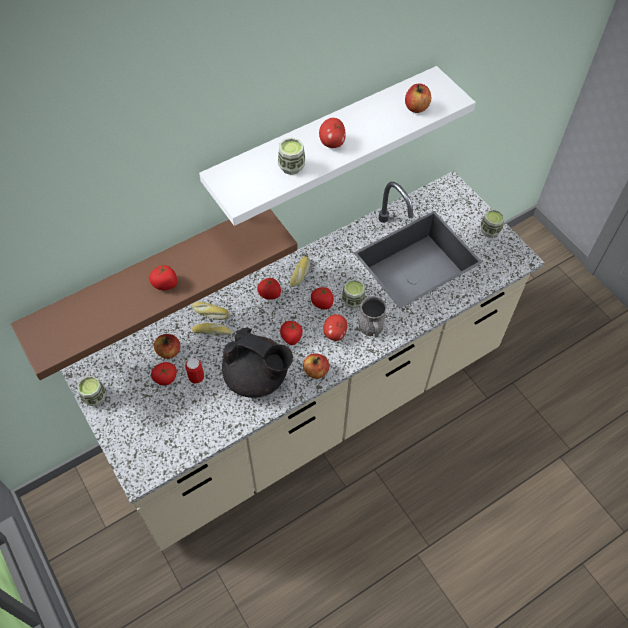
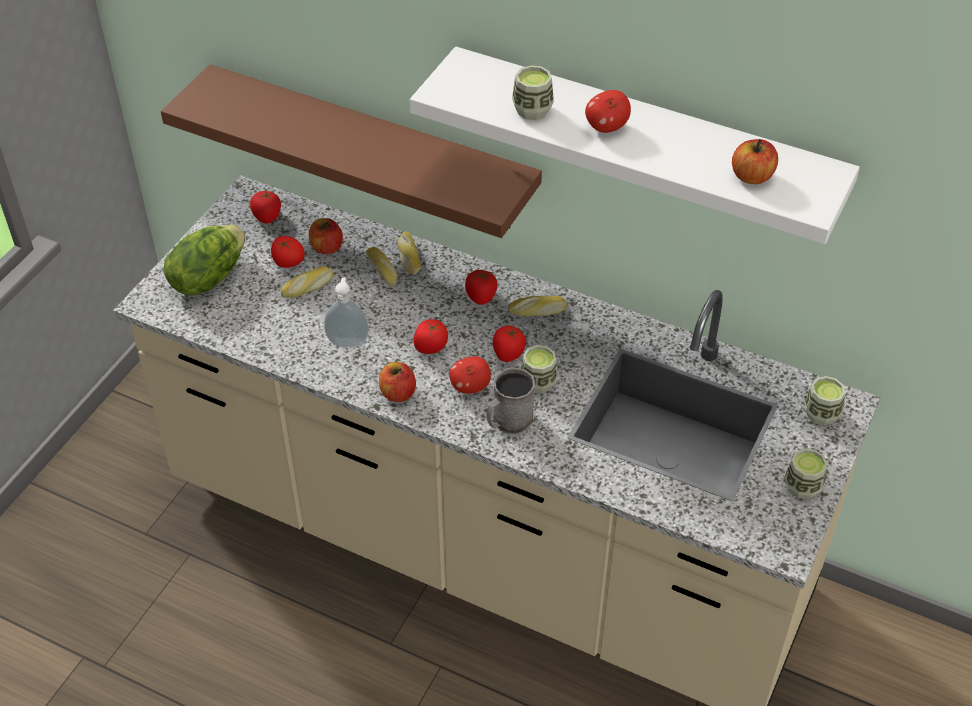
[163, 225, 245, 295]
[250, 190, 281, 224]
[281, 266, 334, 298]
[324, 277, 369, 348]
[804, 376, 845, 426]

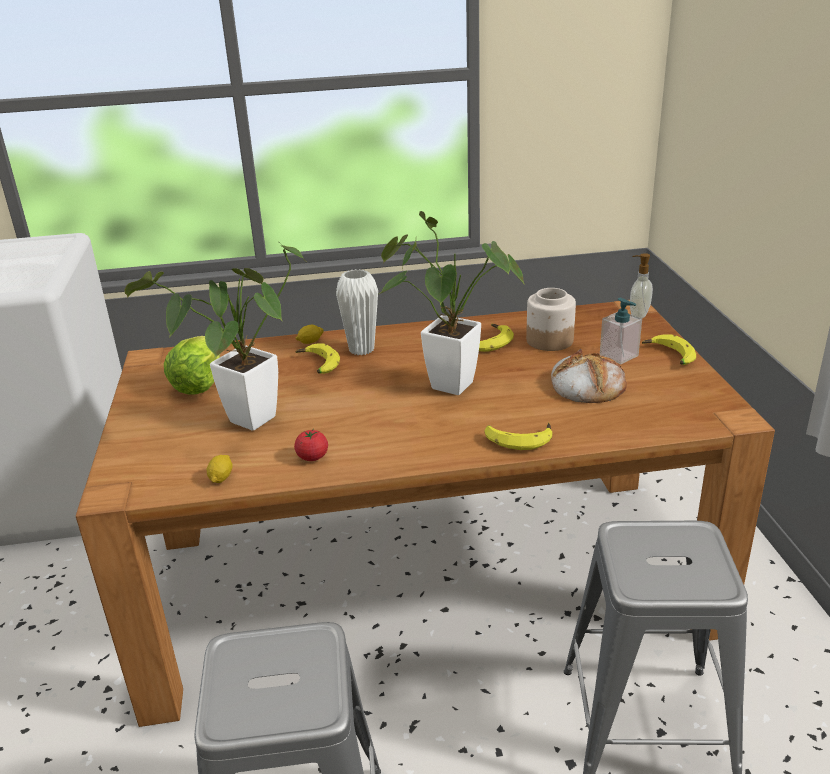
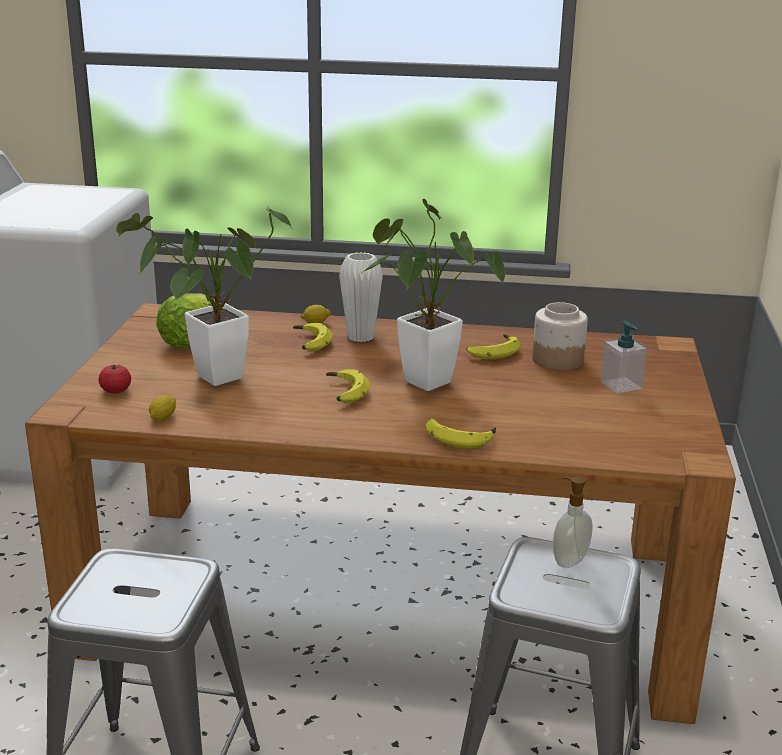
[98, 364, 131, 393]
[326, 369, 370, 403]
[553, 477, 593, 568]
[551, 349, 627, 403] (first image)

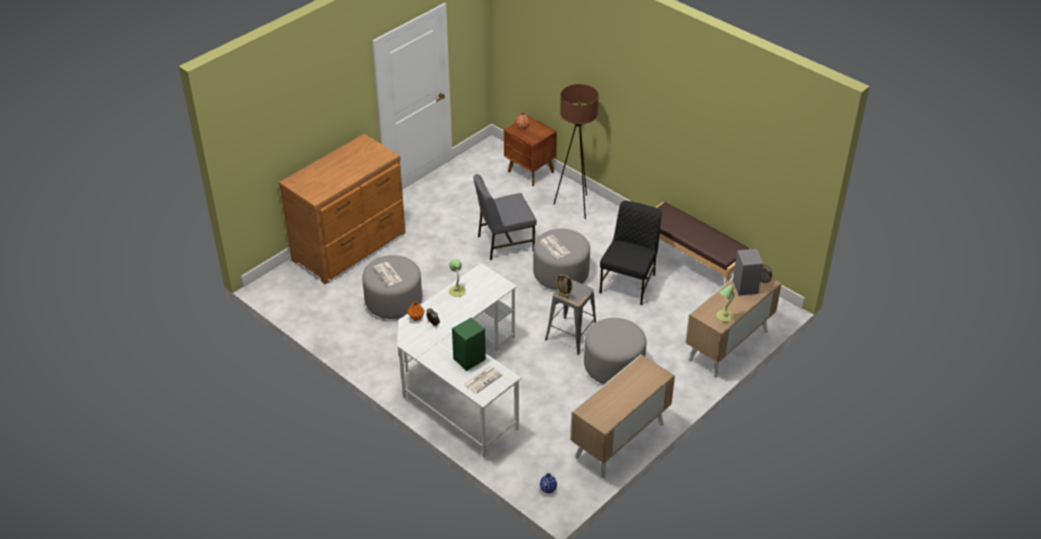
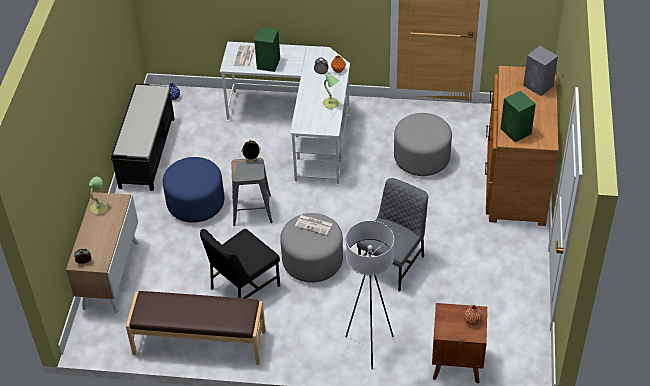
[111, 83, 175, 191]
[163, 157, 224, 223]
[200, 229, 280, 299]
[345, 221, 394, 369]
[501, 90, 536, 142]
[523, 46, 558, 96]
[374, 262, 403, 286] (first image)

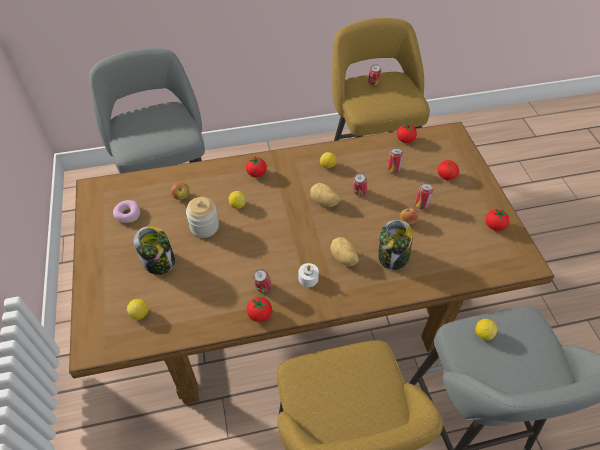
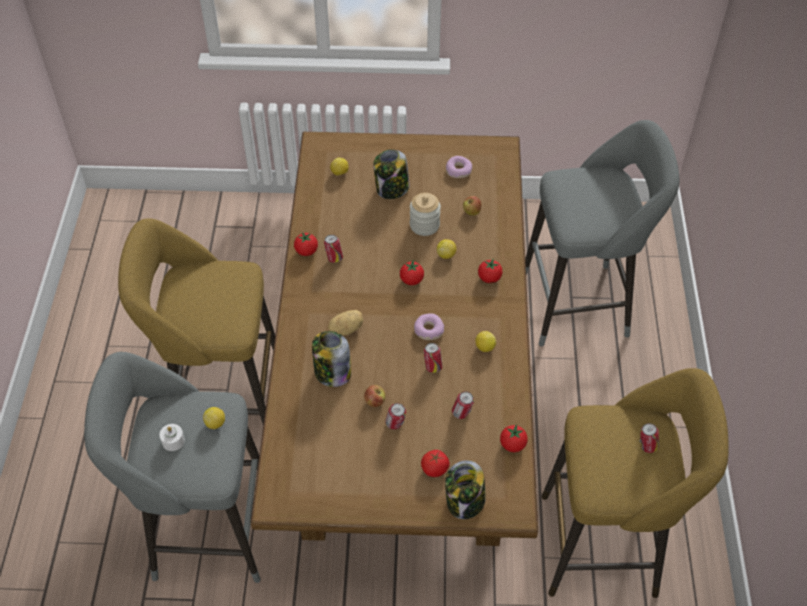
[159, 424, 185, 451]
[400, 260, 424, 285]
[414, 314, 444, 340]
[445, 460, 486, 519]

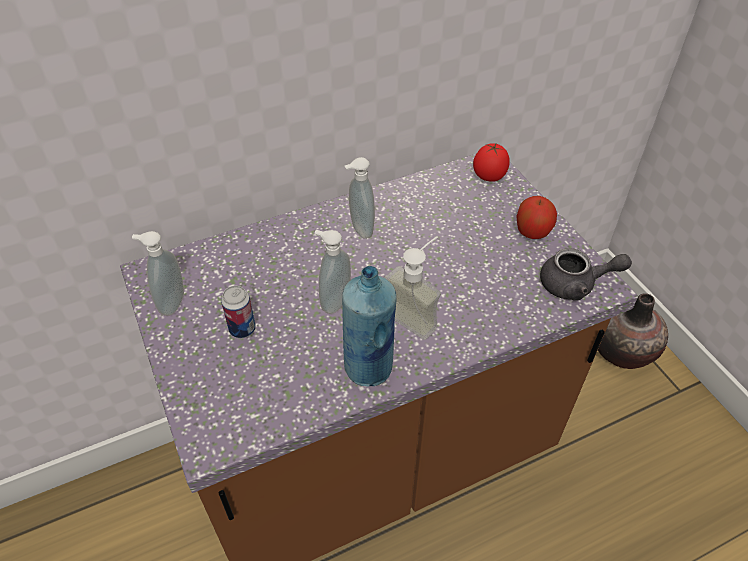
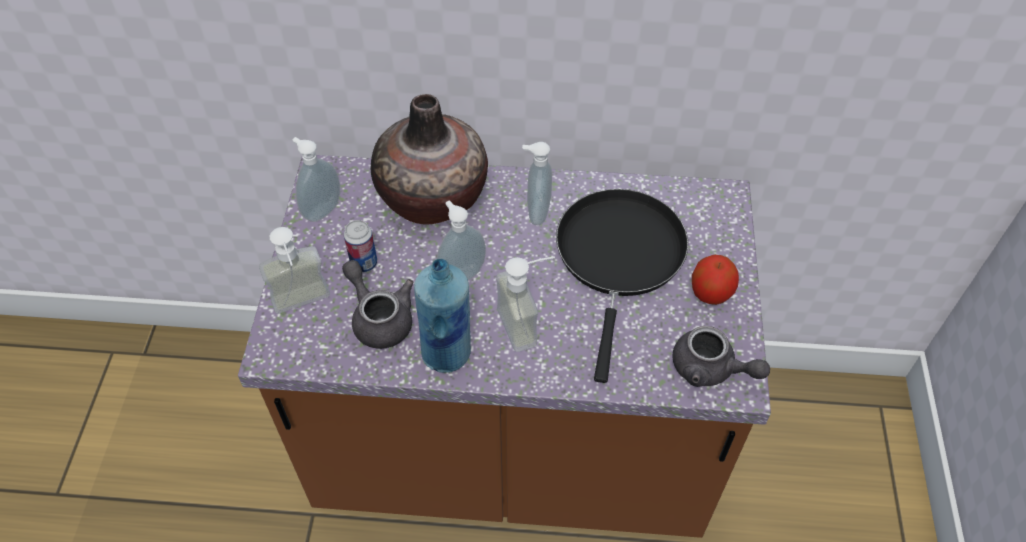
[259, 227, 330, 314]
[342, 260, 413, 349]
[371, 94, 488, 225]
[556, 189, 688, 383]
[473, 143, 510, 182] (first image)

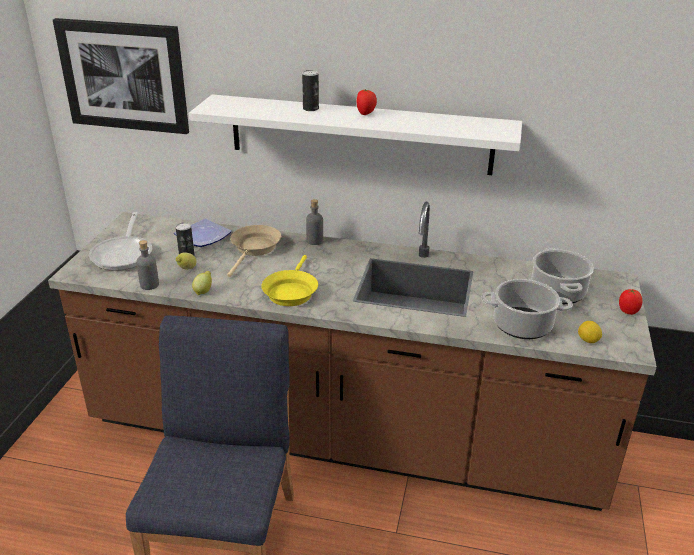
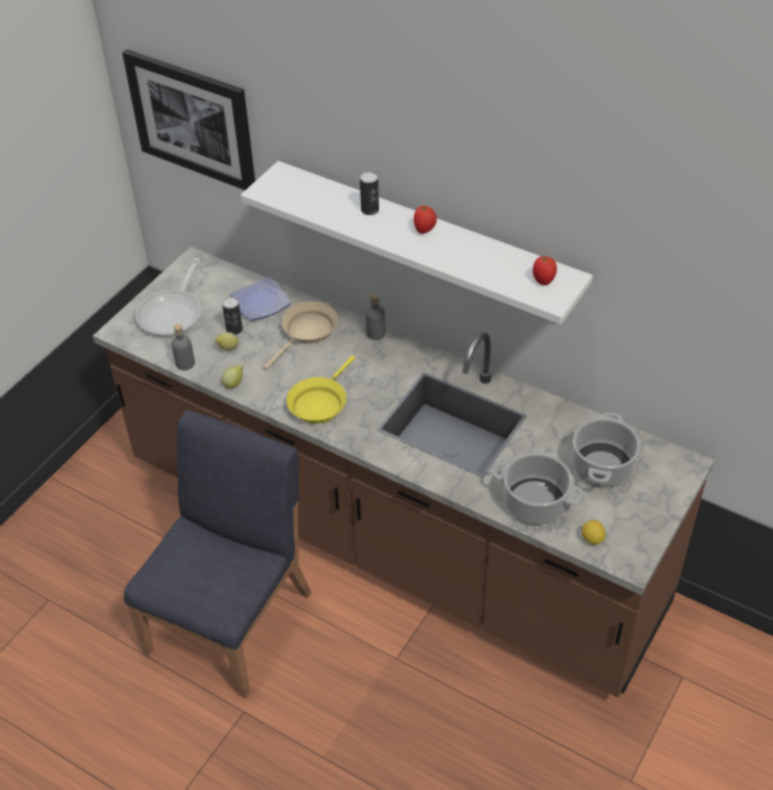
[533, 256, 557, 285]

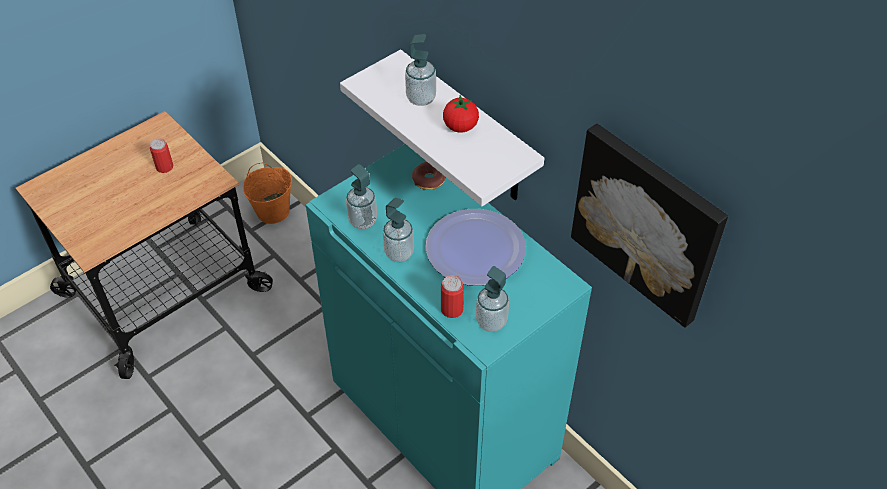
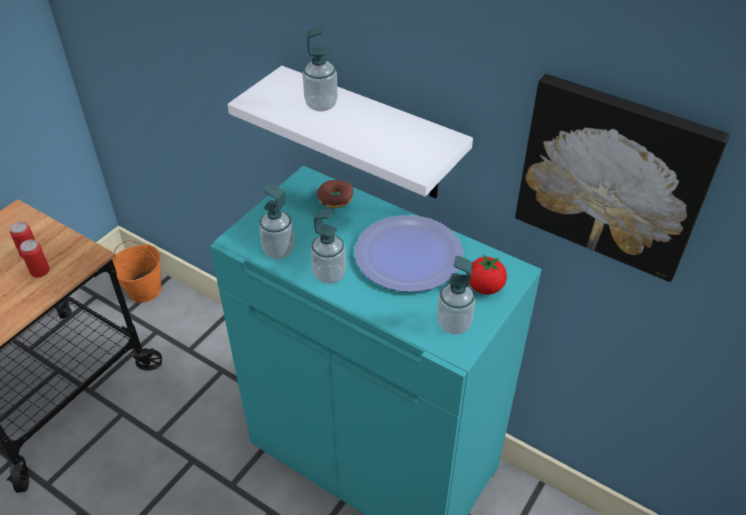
[20, 239, 50, 278]
[467, 254, 507, 294]

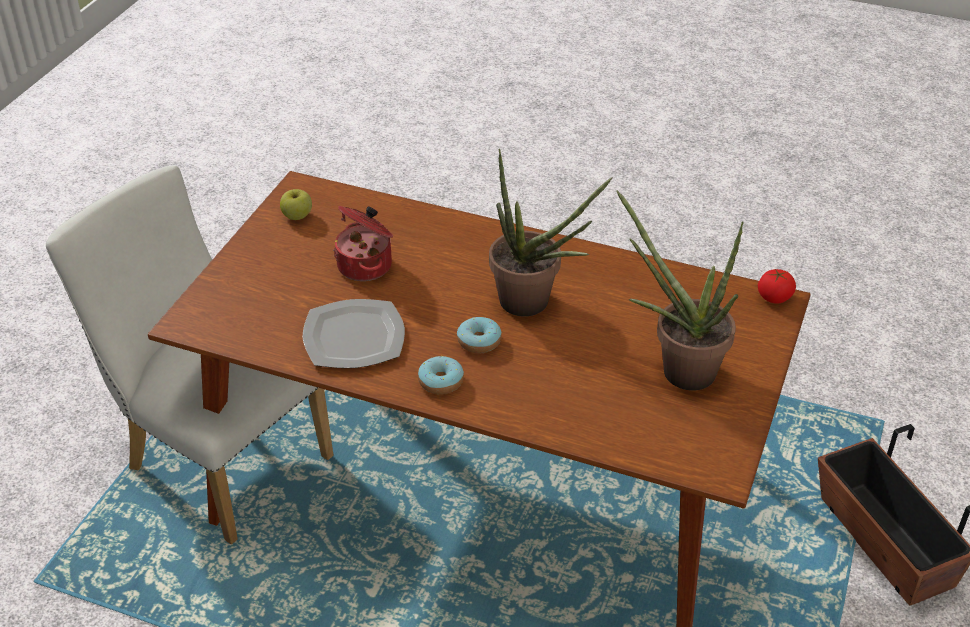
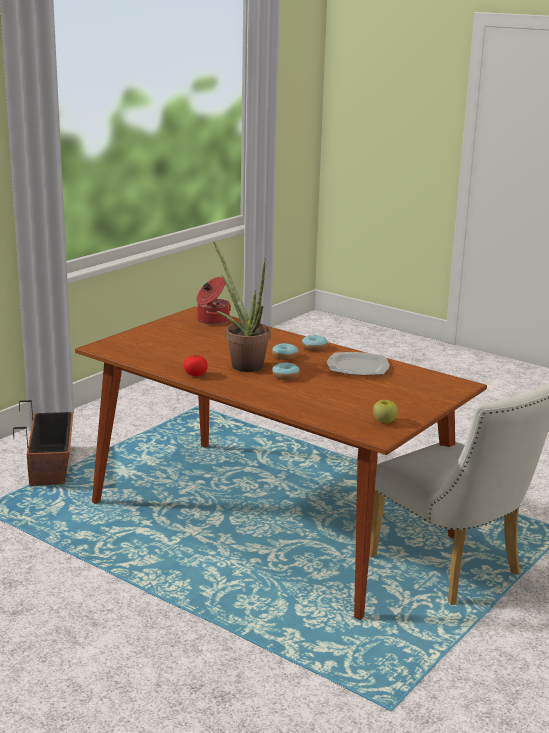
[184, 355, 208, 376]
[197, 277, 231, 325]
[272, 363, 300, 380]
[616, 190, 744, 391] (first image)

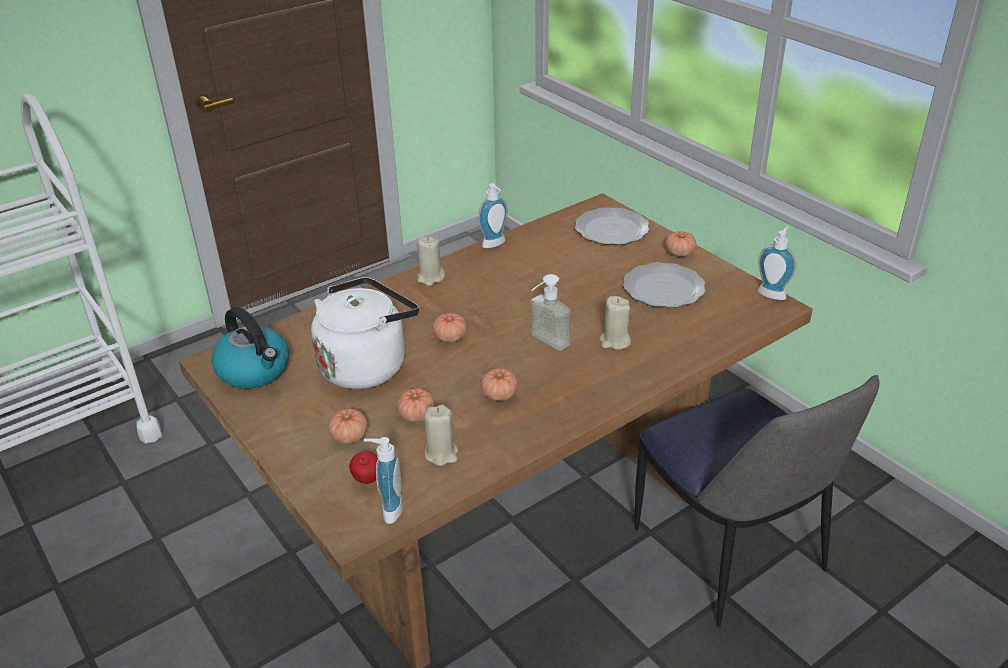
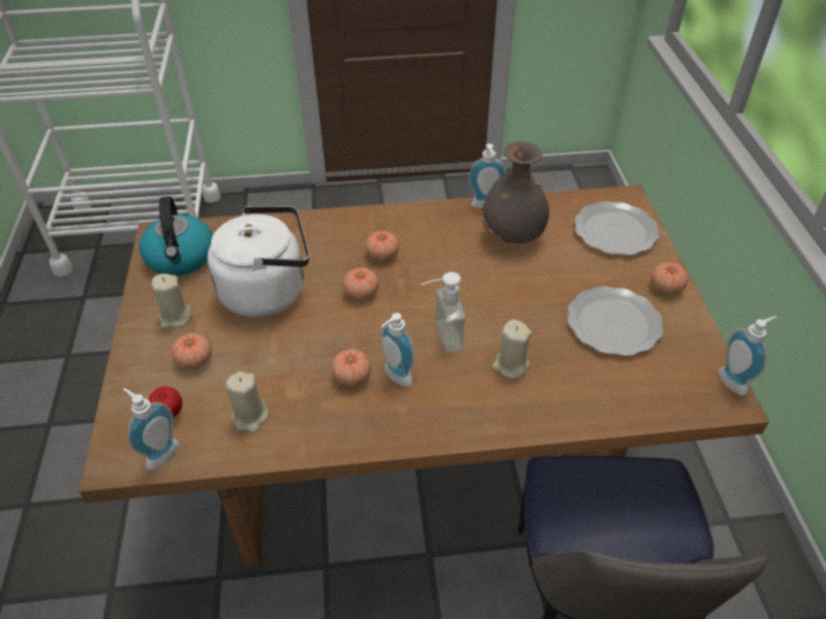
[151, 274, 193, 329]
[365, 231, 399, 261]
[381, 313, 415, 387]
[482, 141, 549, 245]

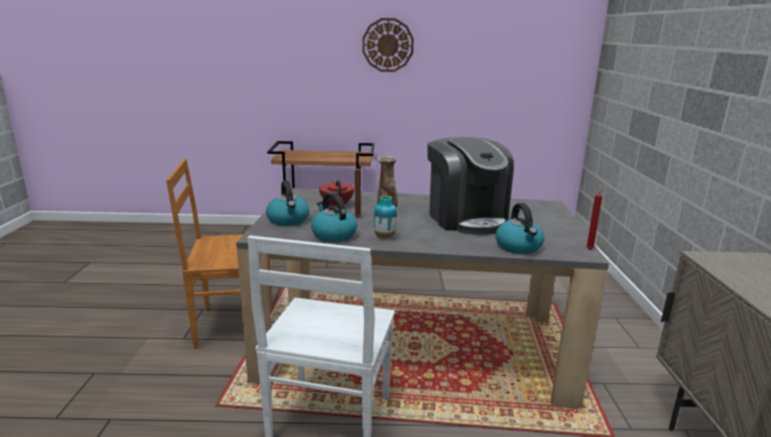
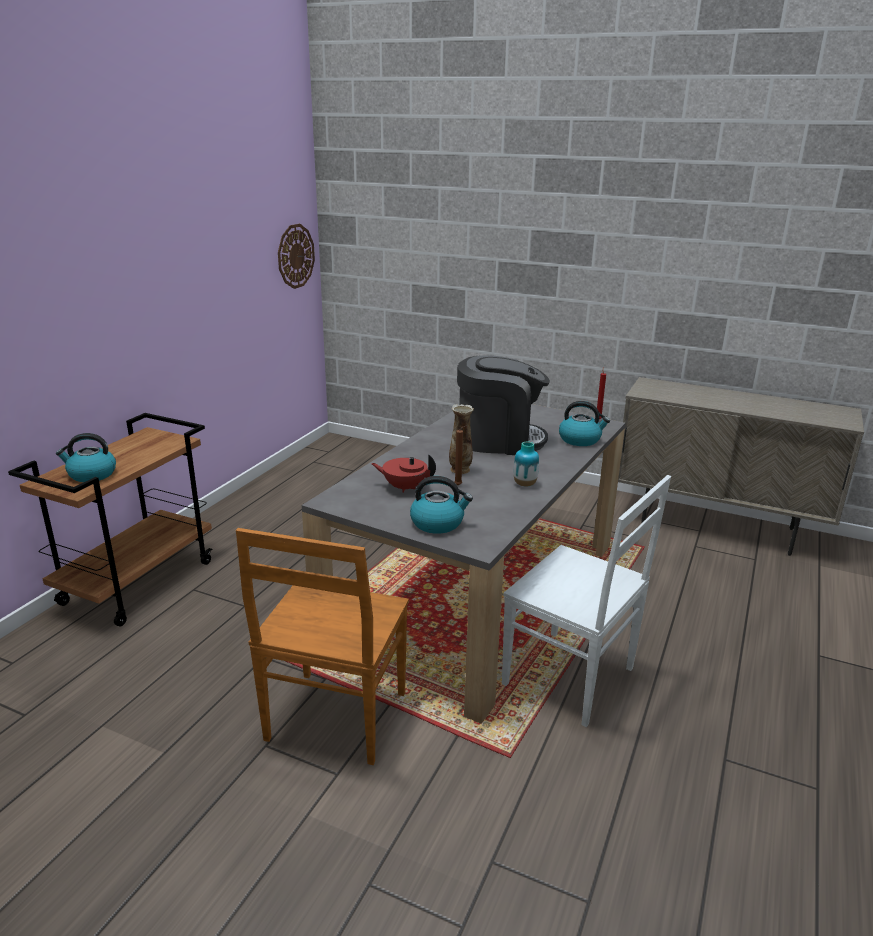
[56, 433, 116, 482]
[278, 224, 315, 289]

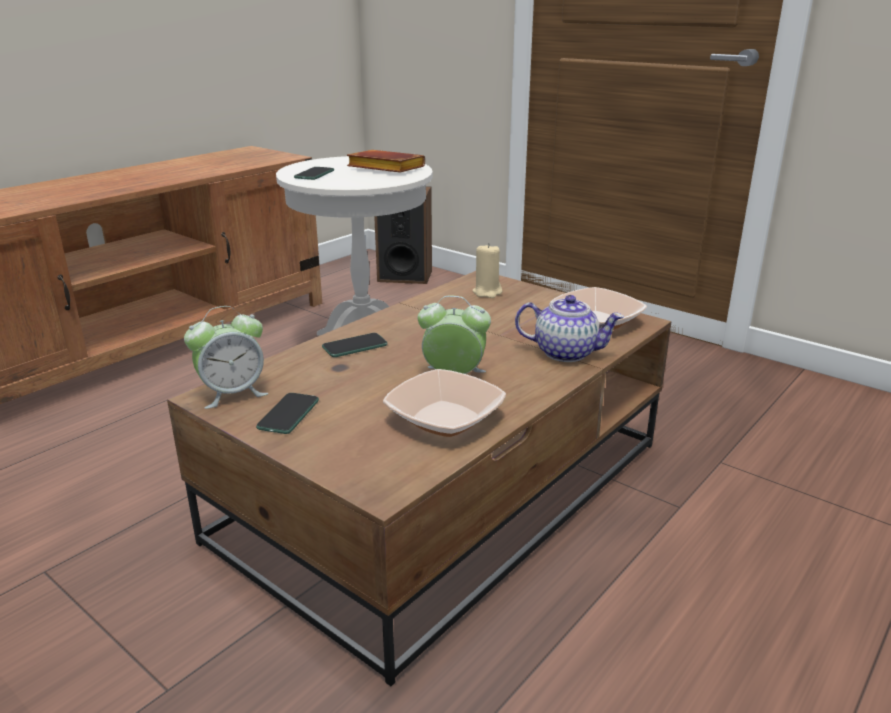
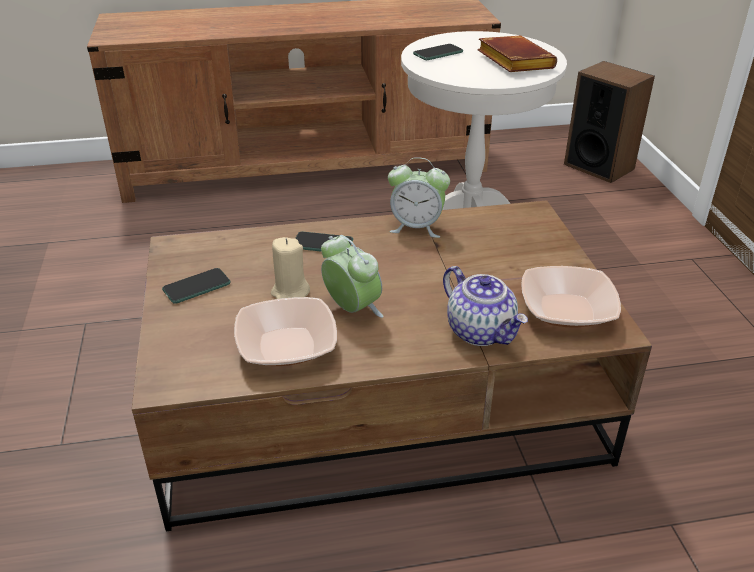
[271, 237, 310, 299]
[388, 157, 450, 238]

